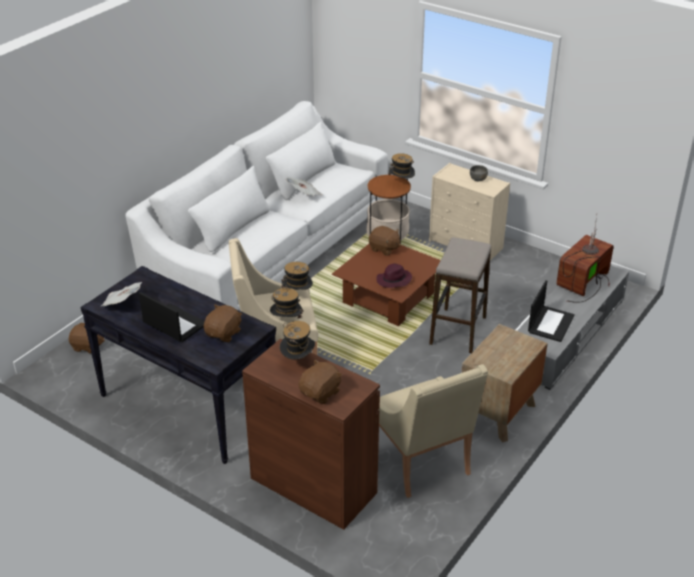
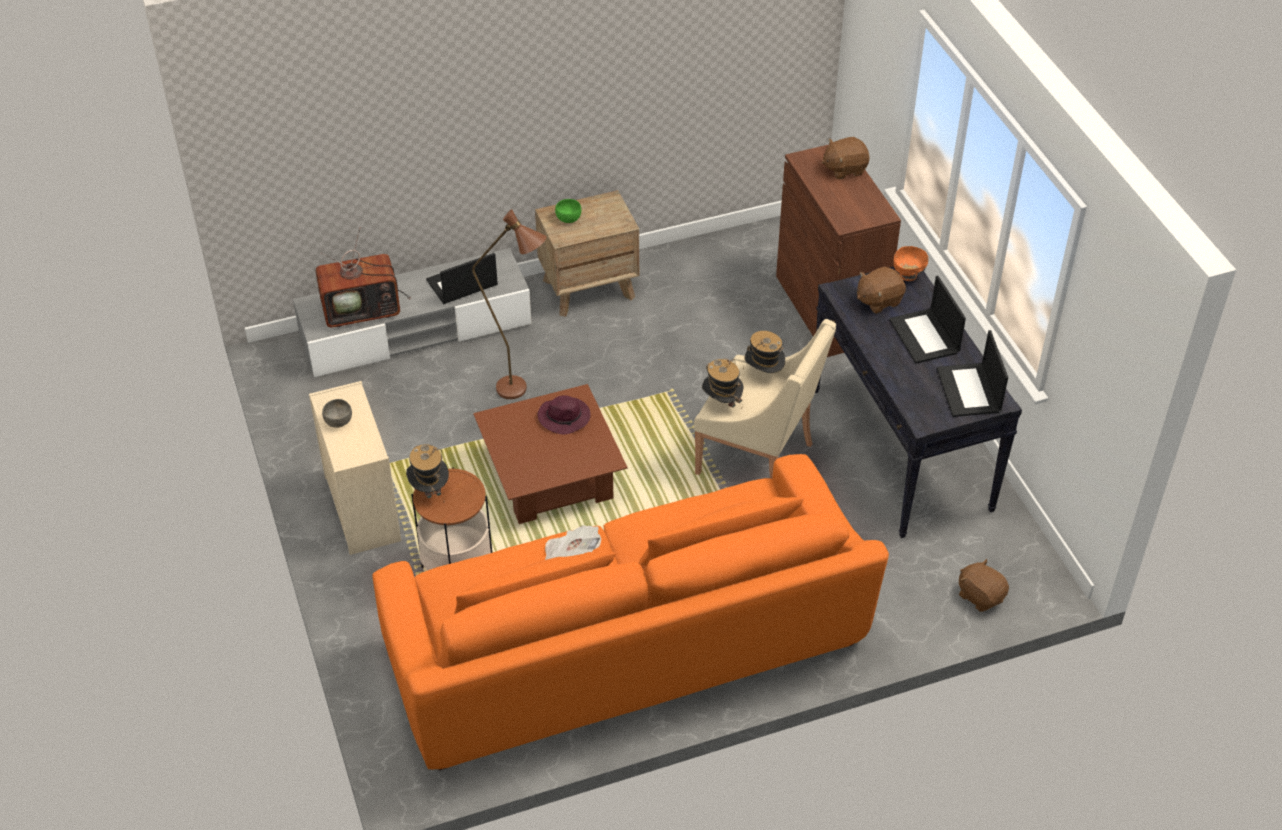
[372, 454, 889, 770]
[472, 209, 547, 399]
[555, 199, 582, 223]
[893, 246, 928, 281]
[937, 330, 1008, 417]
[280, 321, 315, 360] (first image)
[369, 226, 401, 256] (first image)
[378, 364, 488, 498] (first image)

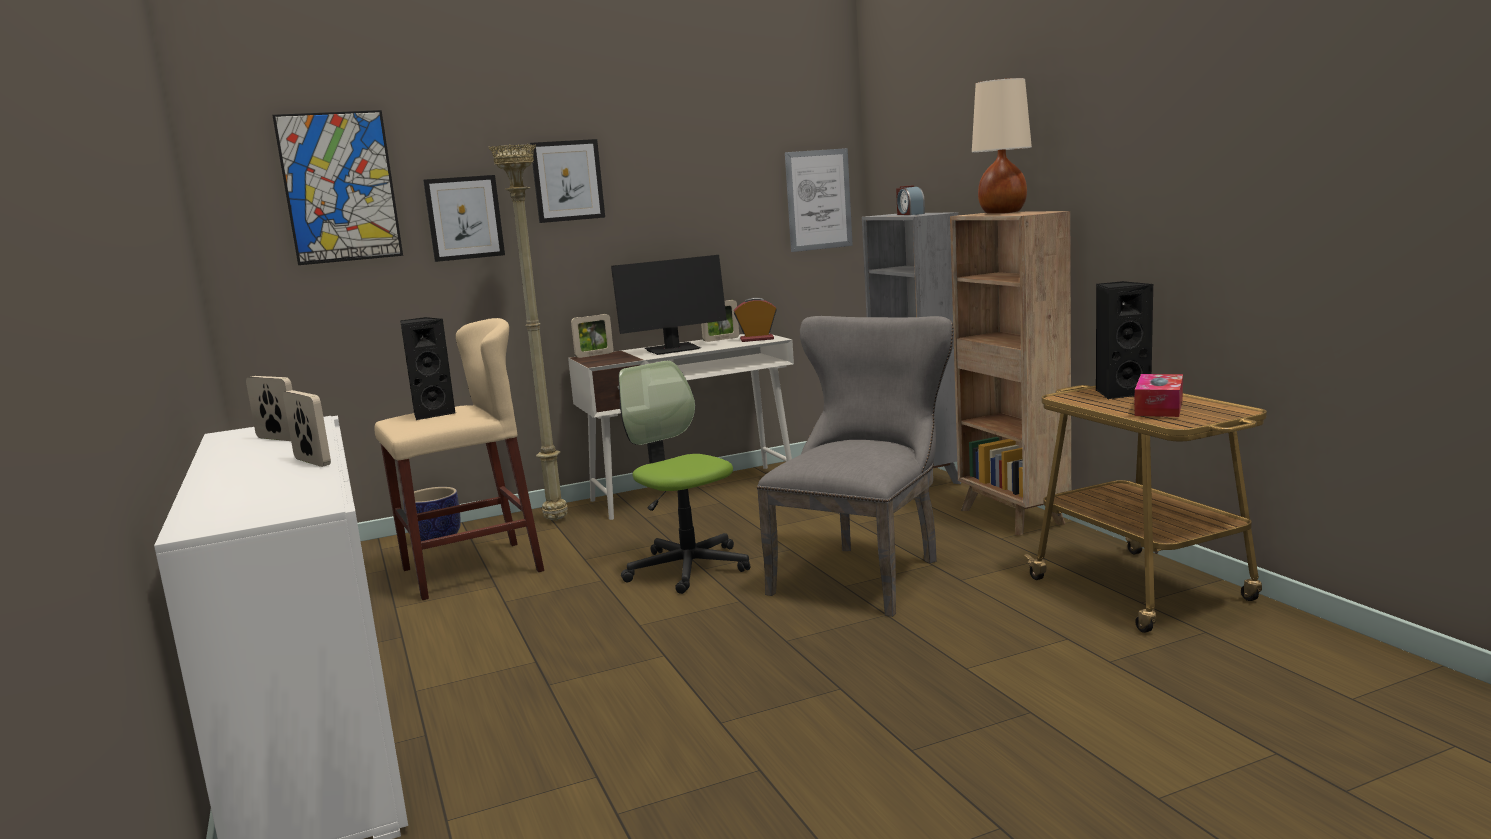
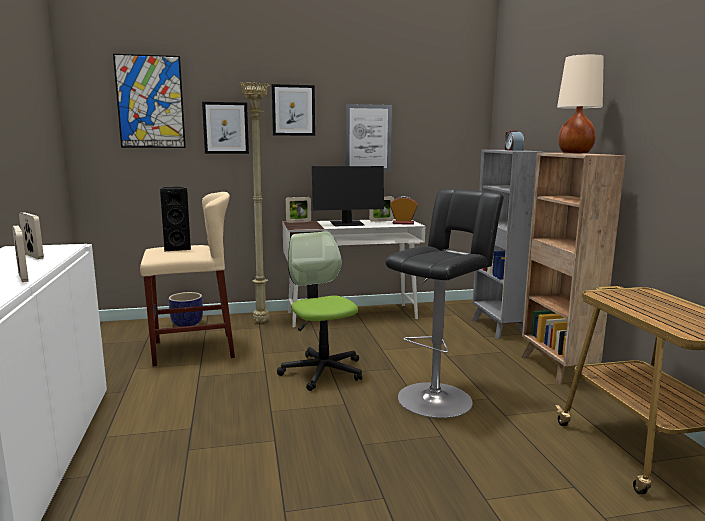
[346, 104, 392, 172]
[386, 189, 504, 418]
[1096, 281, 1153, 399] (first image)
[1134, 374, 1183, 417] (first image)

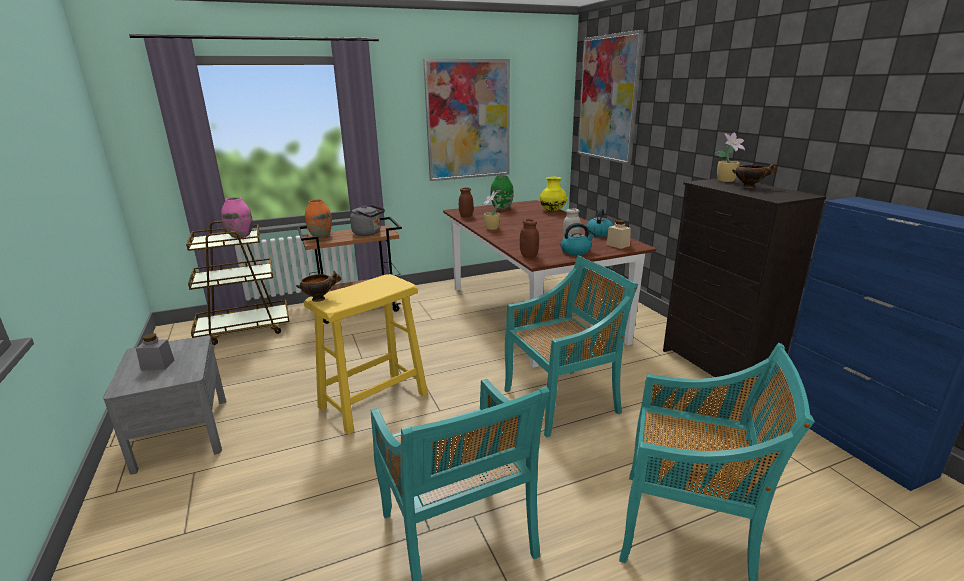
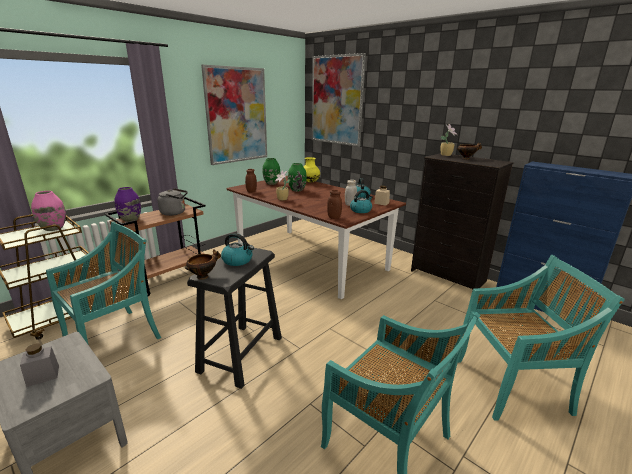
[46, 222, 161, 344]
[114, 187, 141, 222]
[187, 248, 282, 389]
[221, 233, 254, 266]
[288, 163, 307, 191]

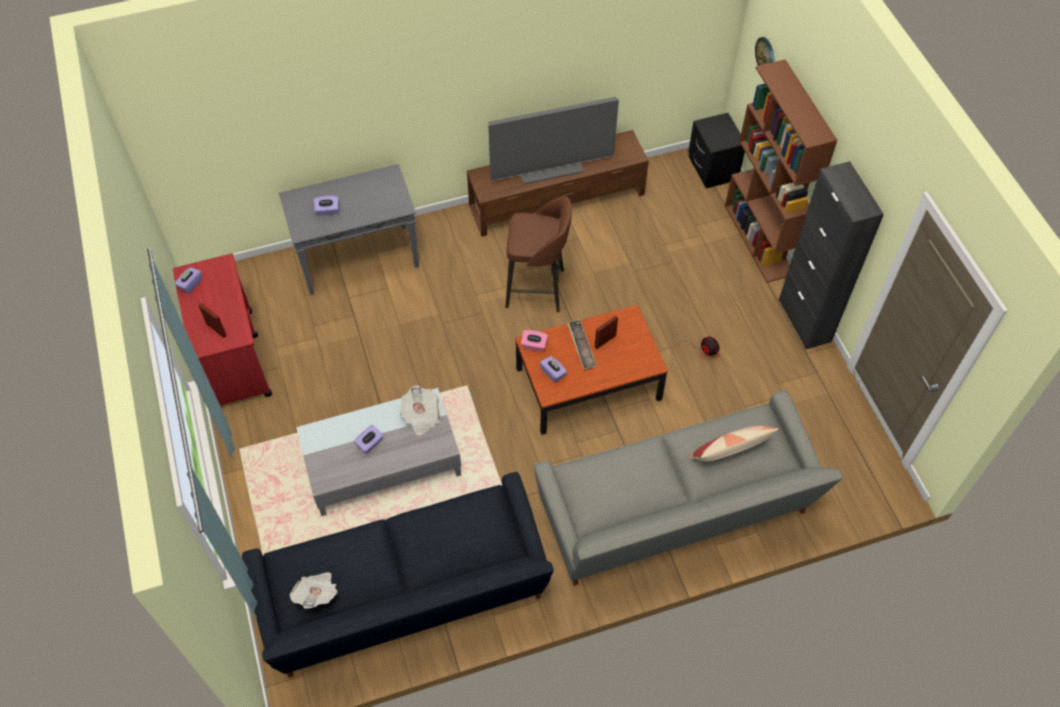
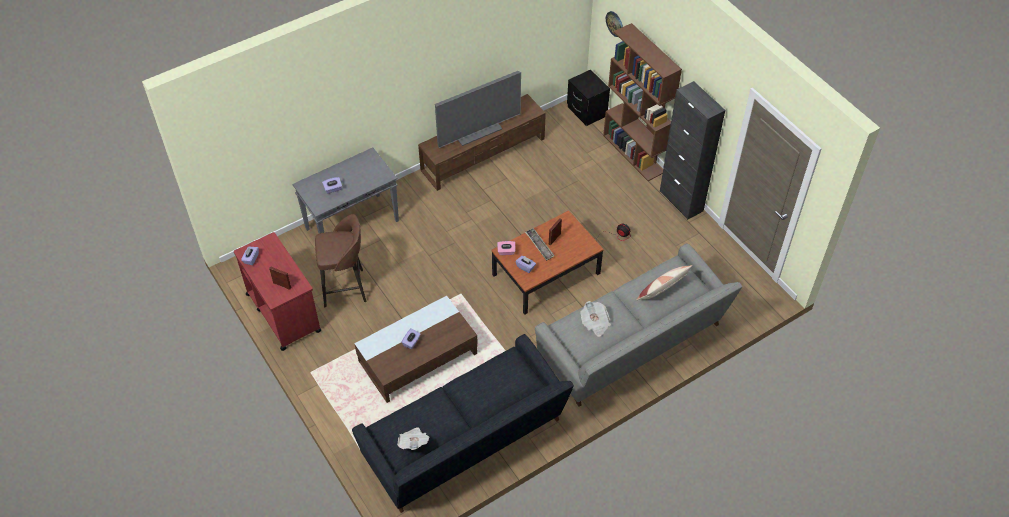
[315, 214, 366, 307]
[354, 296, 478, 403]
[580, 301, 611, 337]

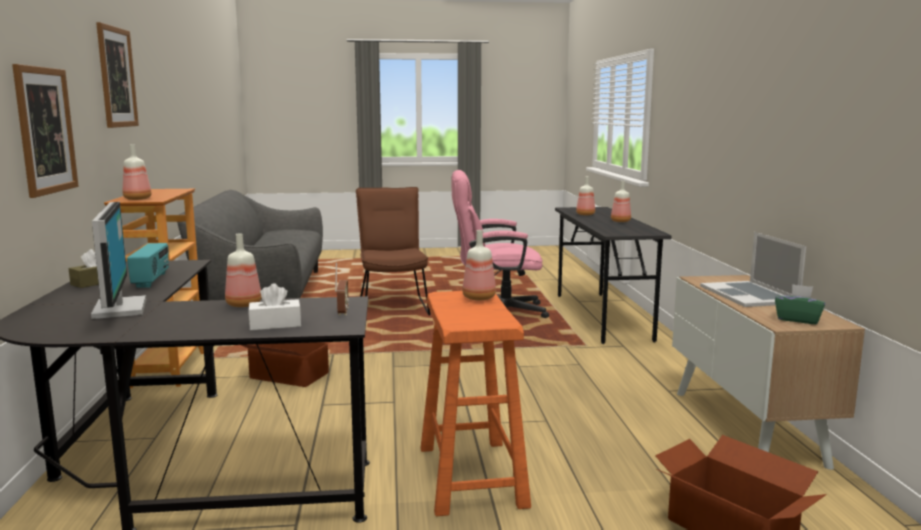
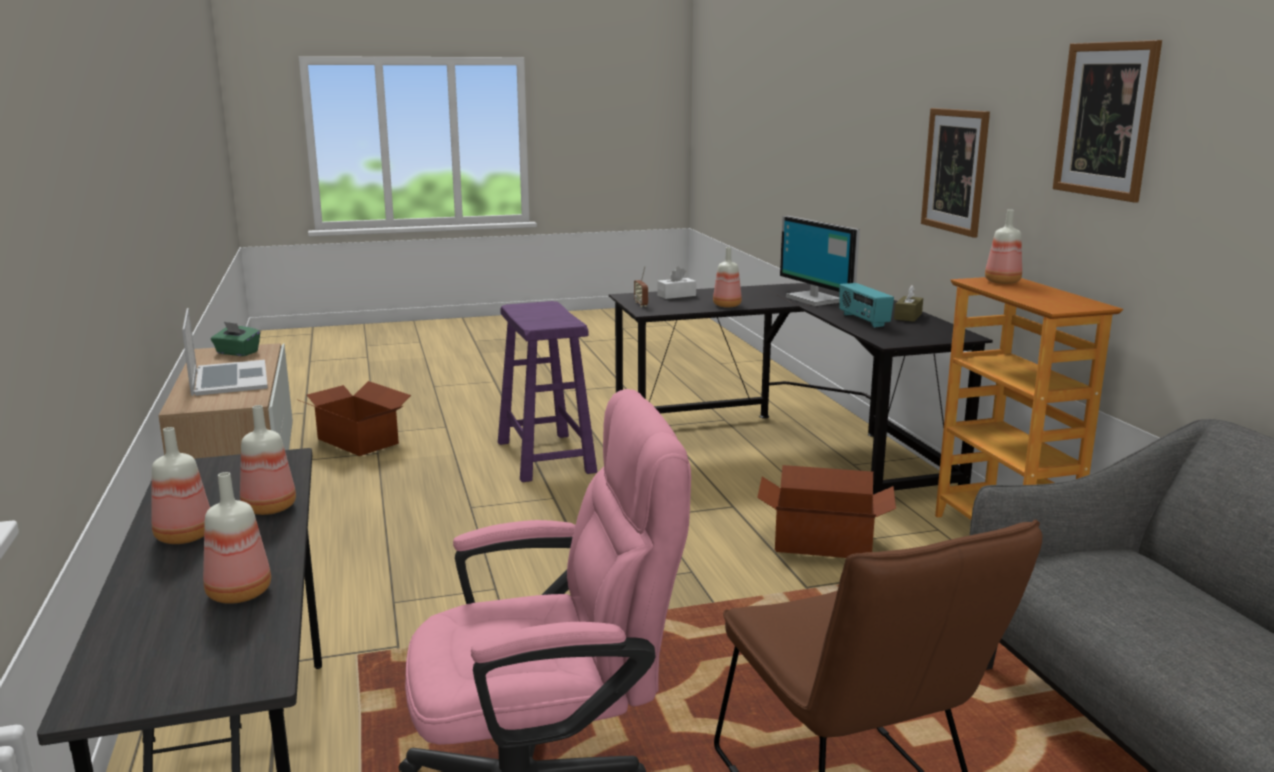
[240, 405, 296, 515]
[498, 301, 597, 482]

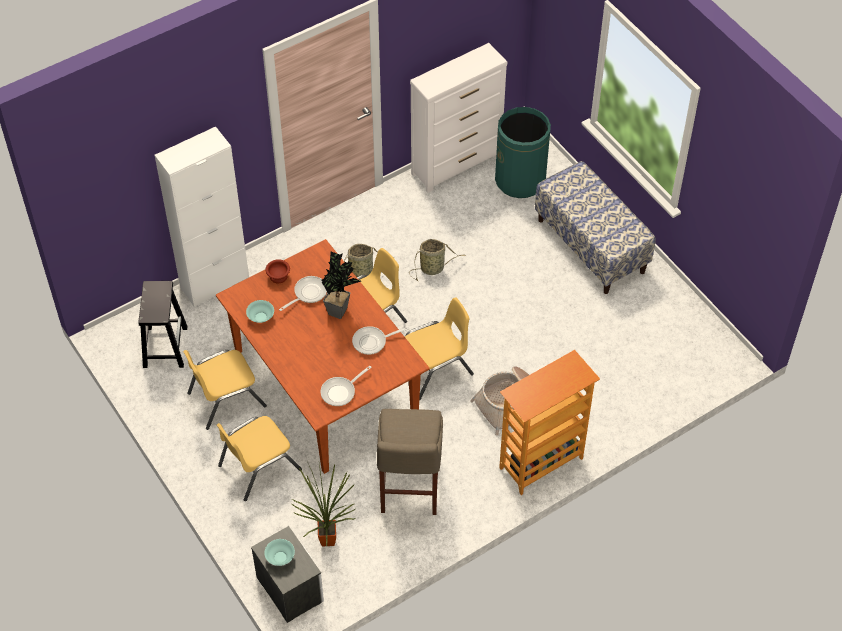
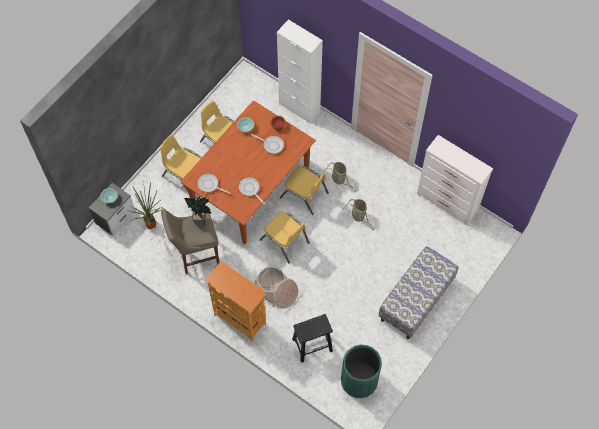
[184, 195, 212, 225]
[292, 314, 333, 363]
[341, 345, 382, 398]

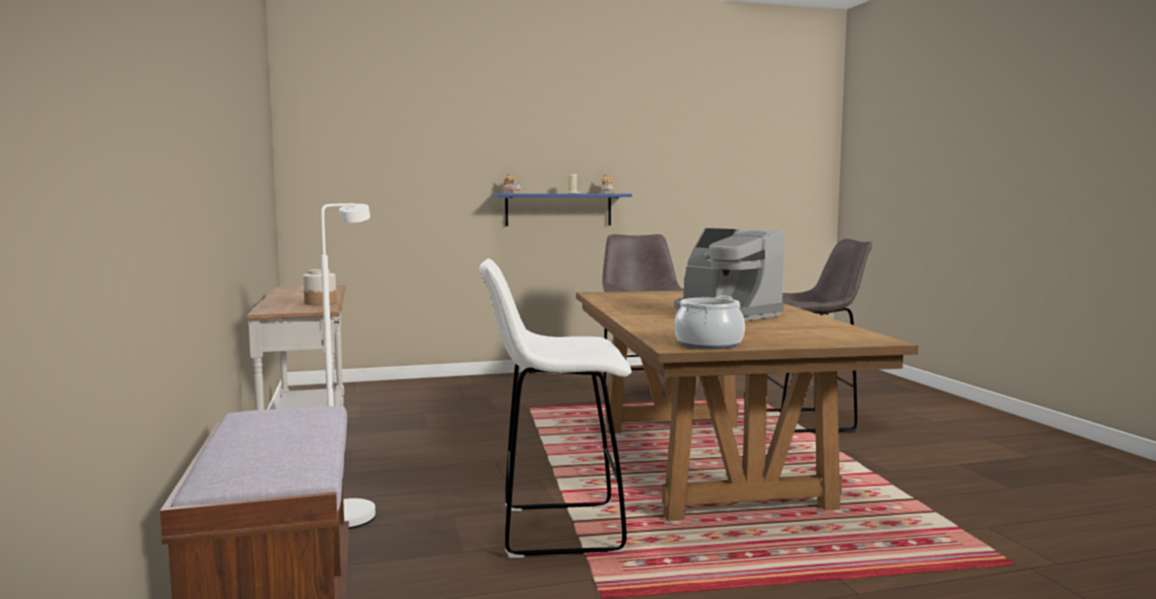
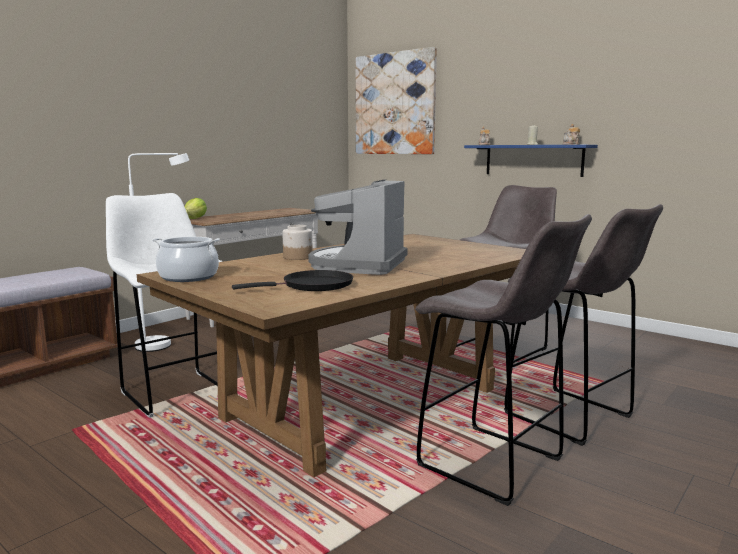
[185, 198, 207, 219]
[232, 270, 353, 291]
[282, 225, 313, 260]
[355, 47, 437, 154]
[415, 214, 592, 506]

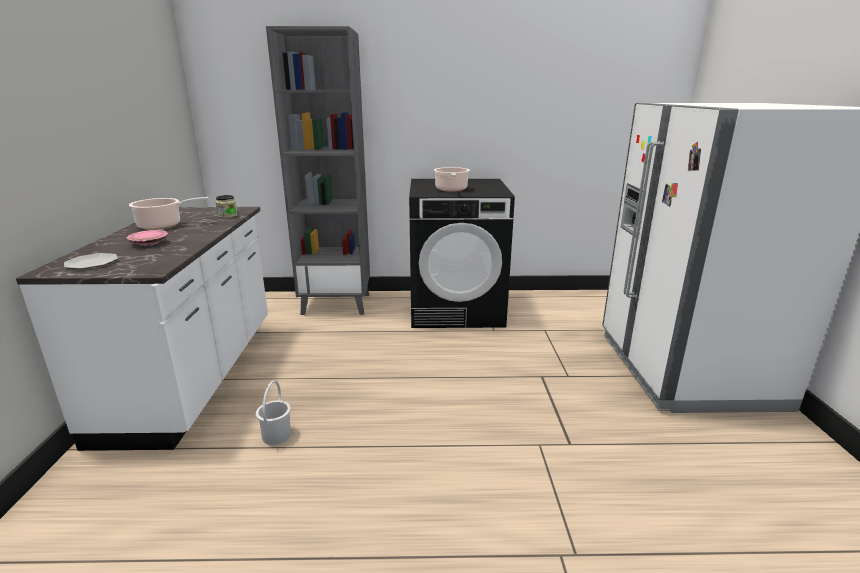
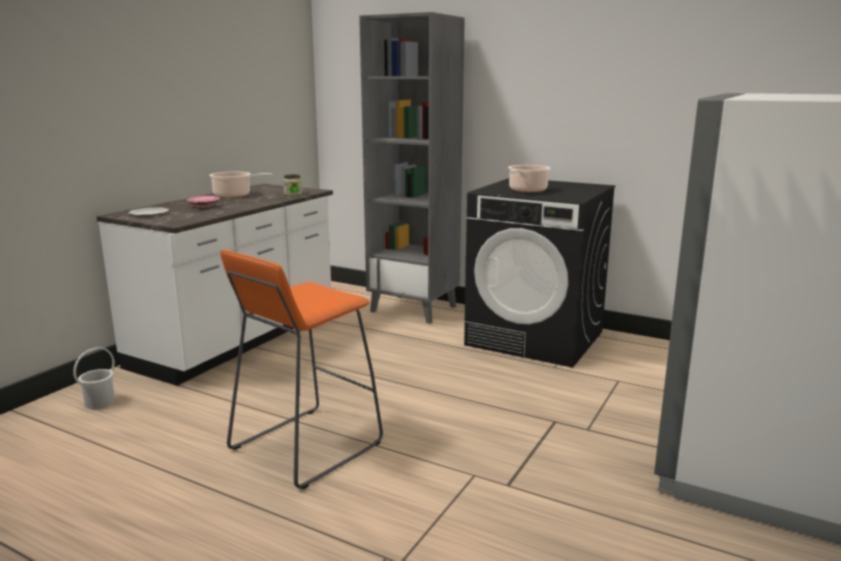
[73, 347, 115, 409]
[220, 249, 383, 489]

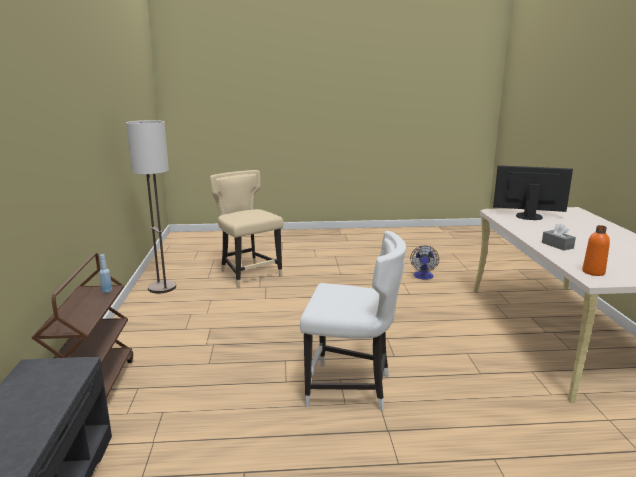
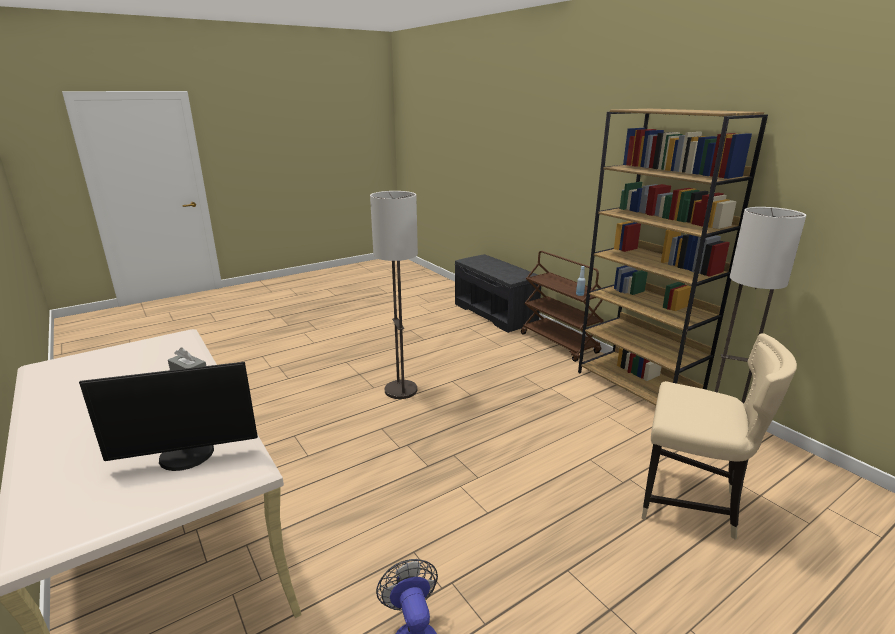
[370, 191, 418, 399]
[578, 109, 768, 405]
[582, 225, 610, 276] (first image)

